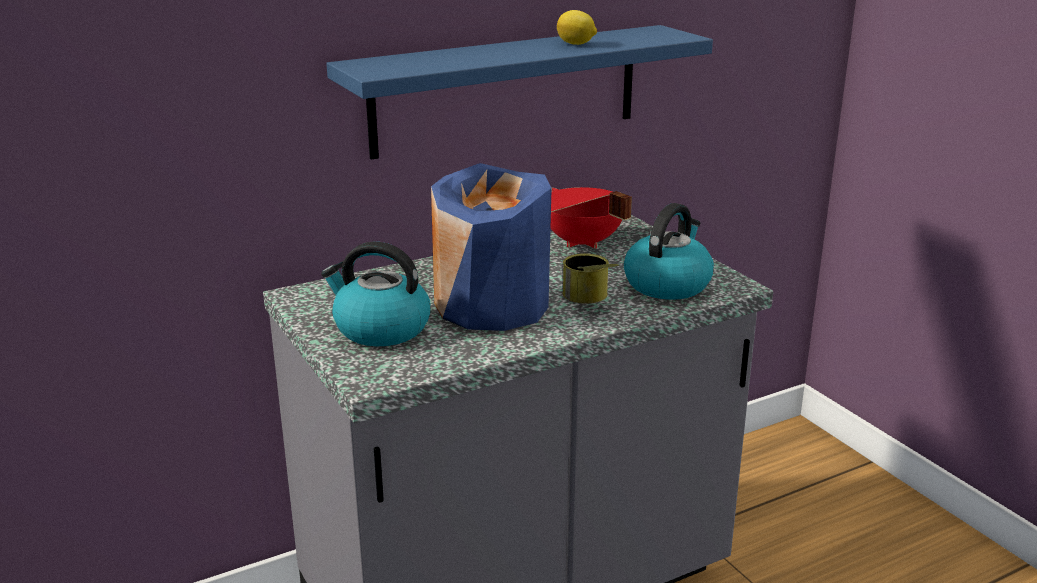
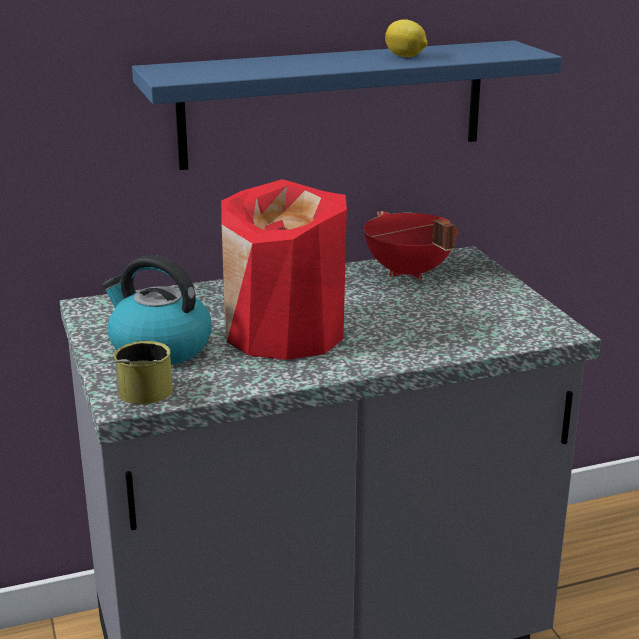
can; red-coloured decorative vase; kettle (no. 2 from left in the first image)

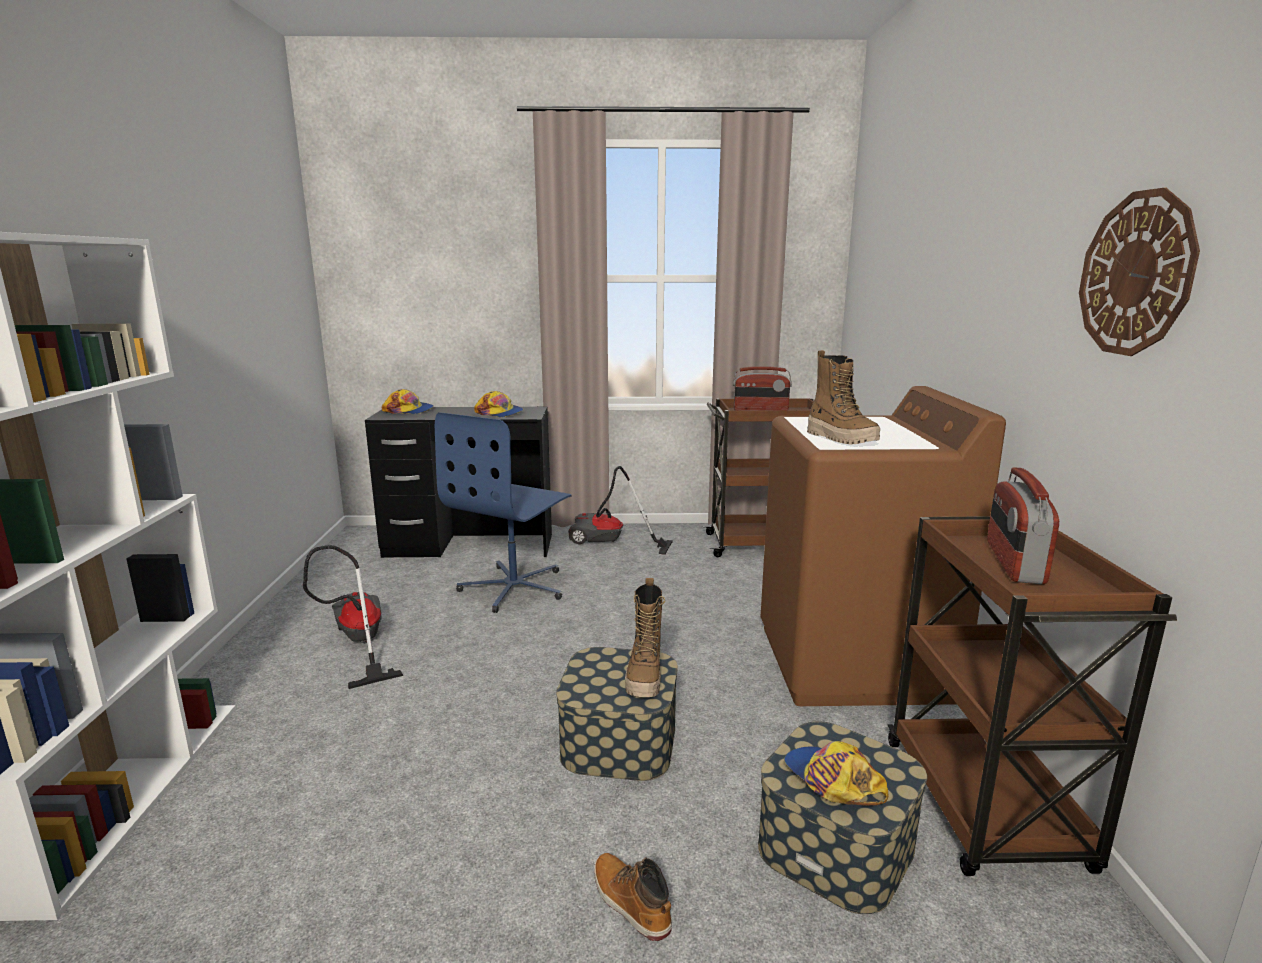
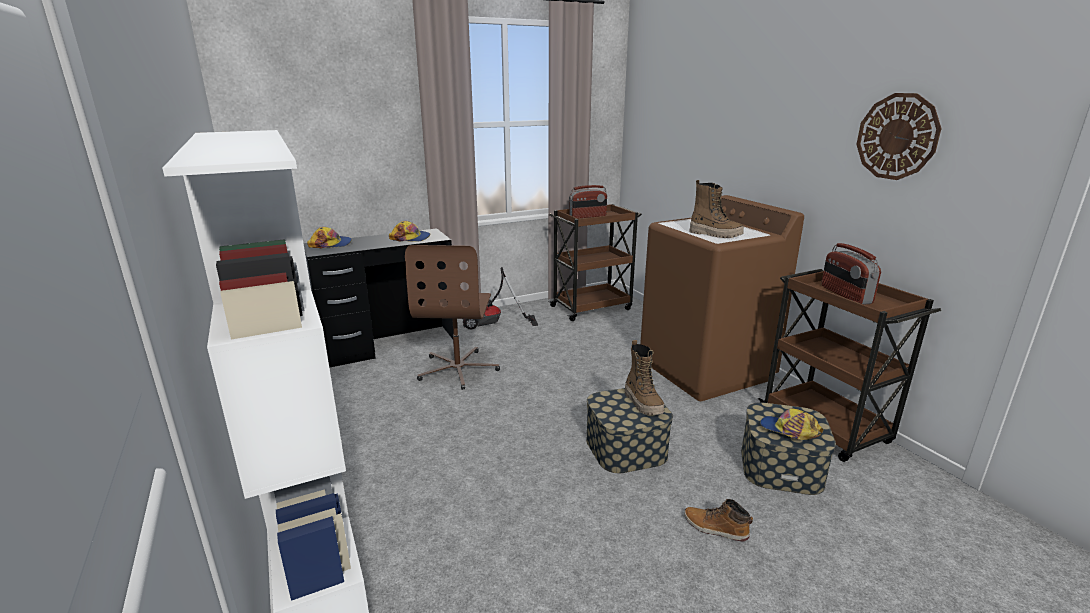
brownish computer chair; hoover (no. 1 from left in the first image)

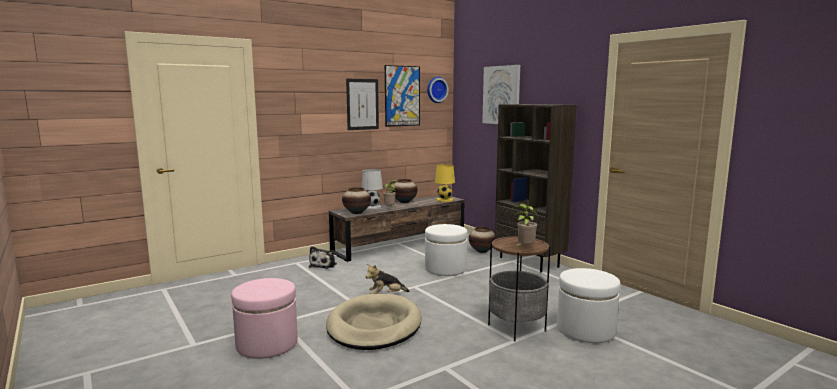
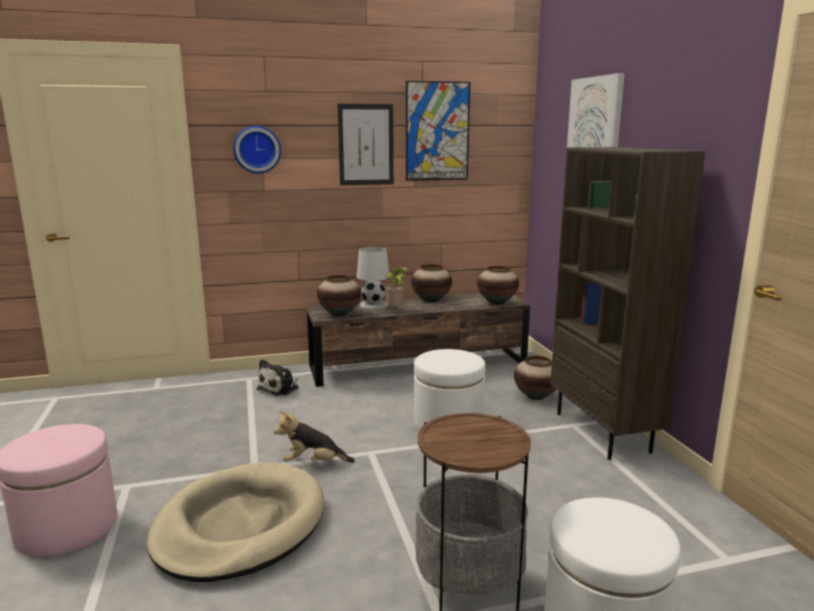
hanging clock; decorative vase (no. 3 from left); houseplant (no. 2 from left in the first image)

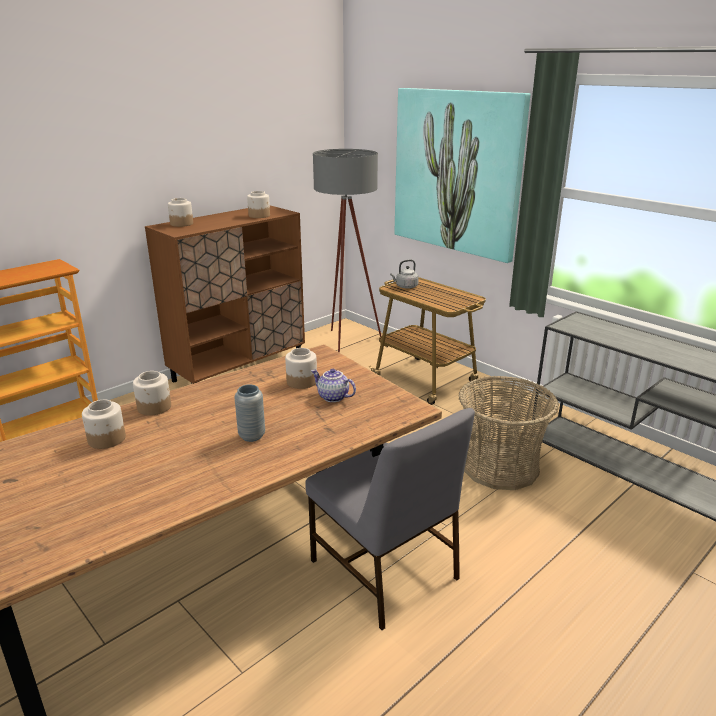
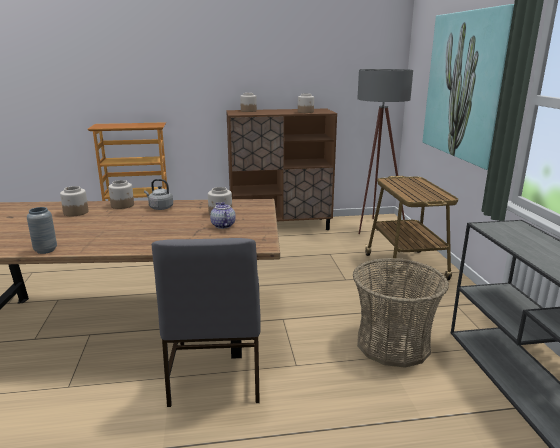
greyish decorative vase; greyish kettle

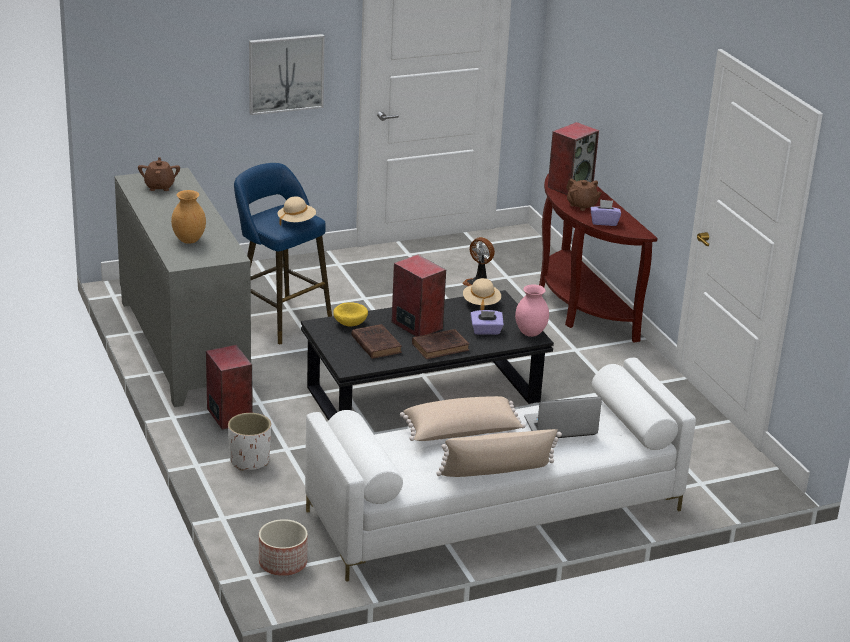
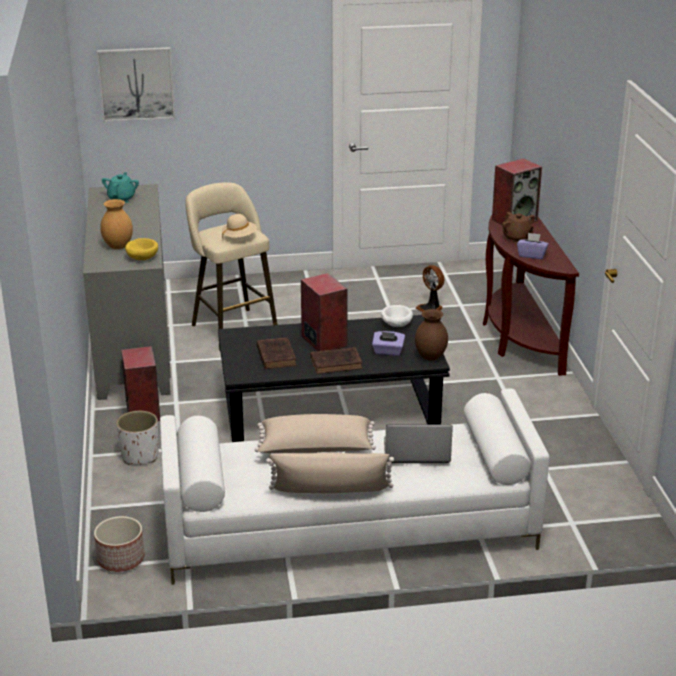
wall picture; blue-green teapot; yellow-coloured deep dish; sand-coloured stool; whitish deep dish; brownish decorative vase (no. 2 from left)

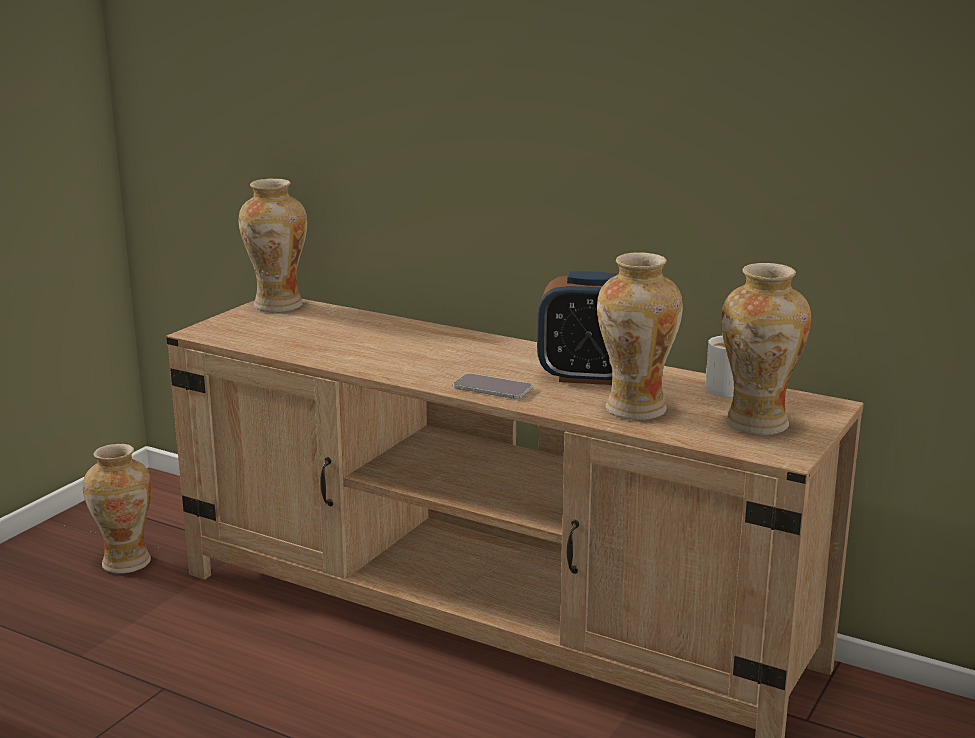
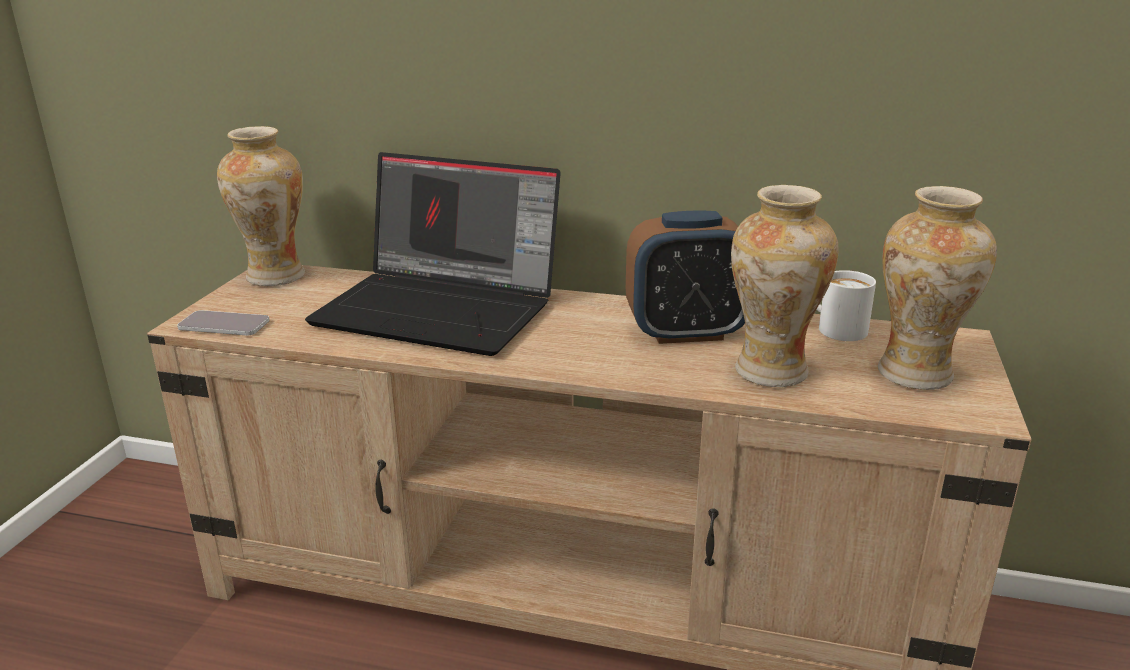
handset; laptop; decorative vase (no. 1 from left in the first image)

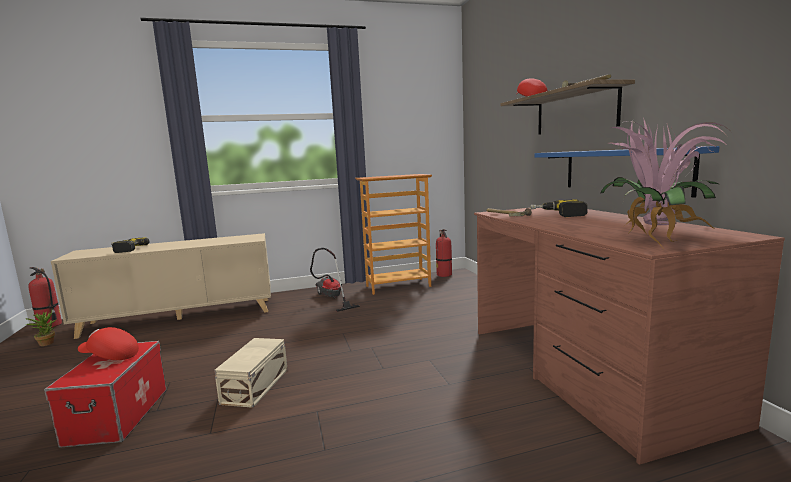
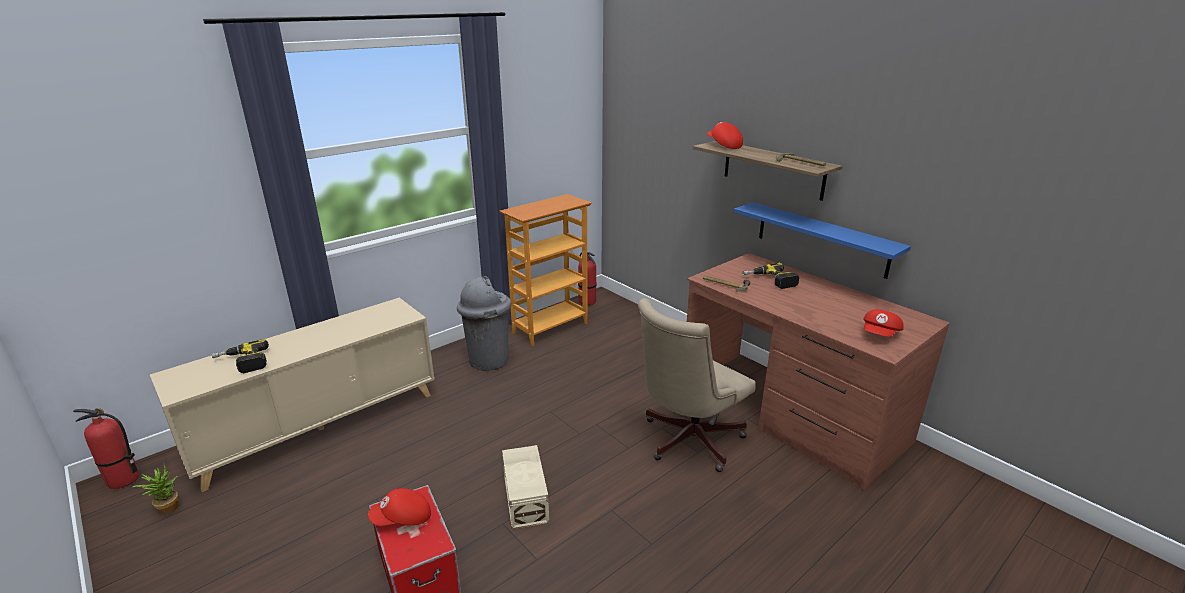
greyish rubbish bin; sand-coloured computer chair; red-coloured peaked cap (no. 3 from left)

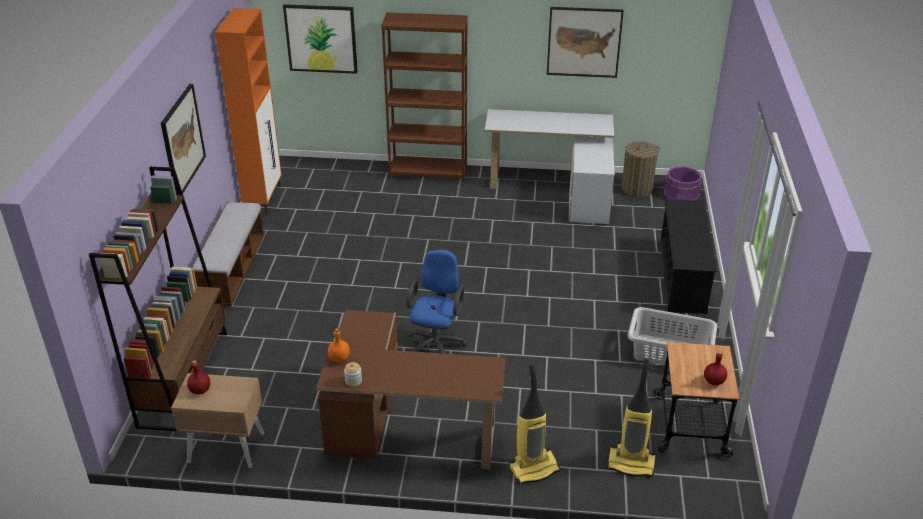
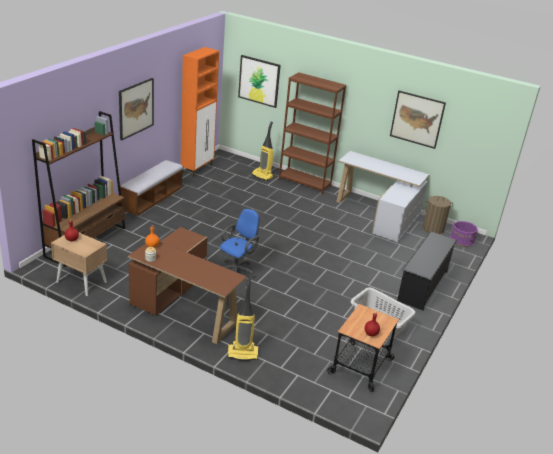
hoover (no. 2 from left)

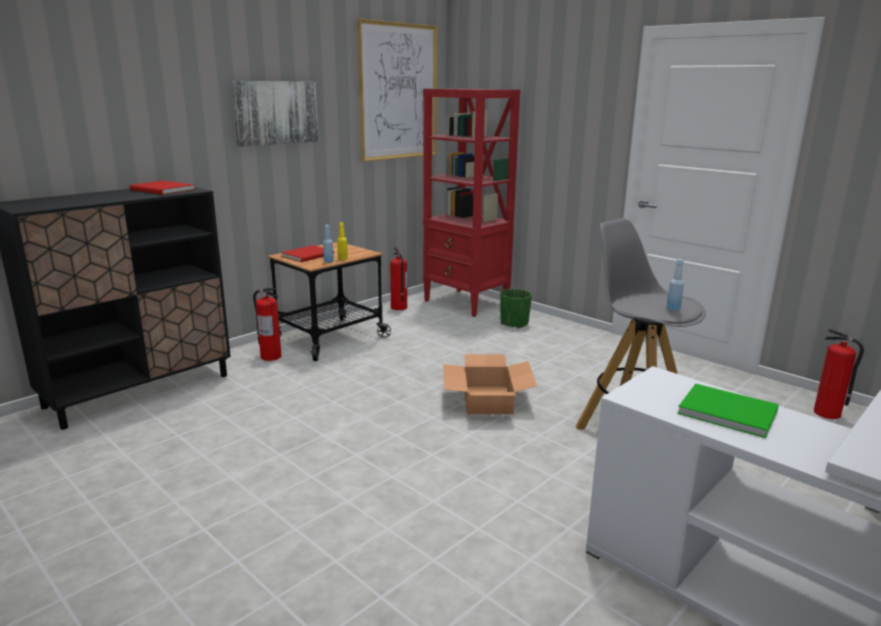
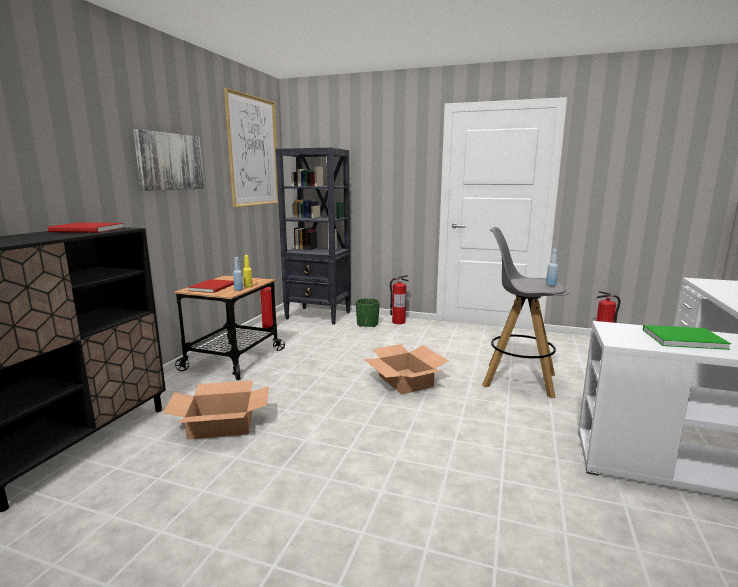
carton (no. 1 from left); blackish bookcase; extinguisher (no. 2 from left)

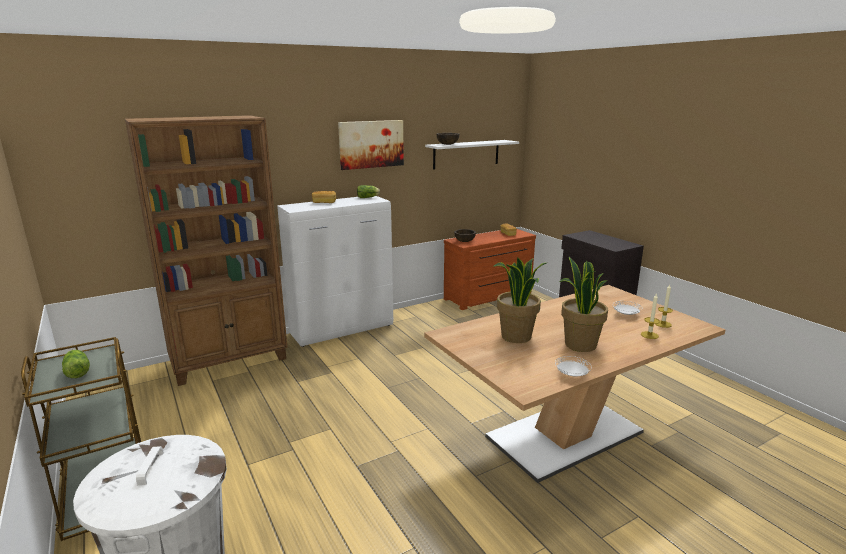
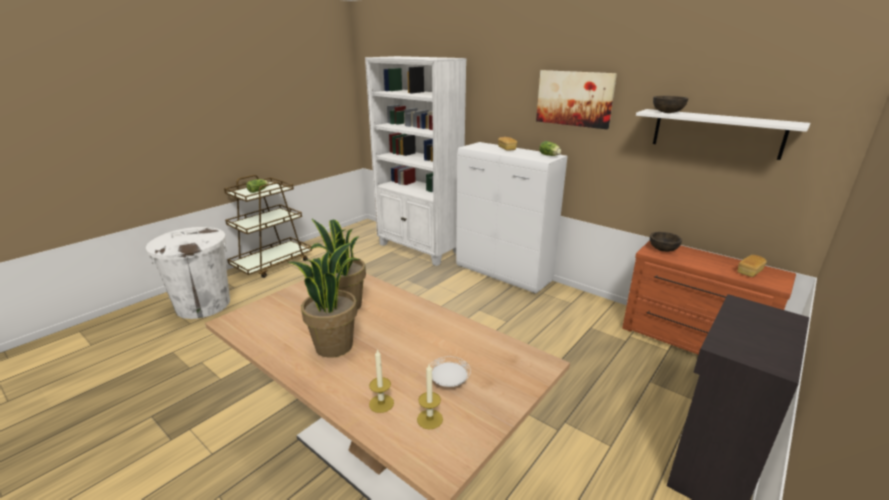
whitish bookcase; whitish plate (no. 1 from left in the first image)

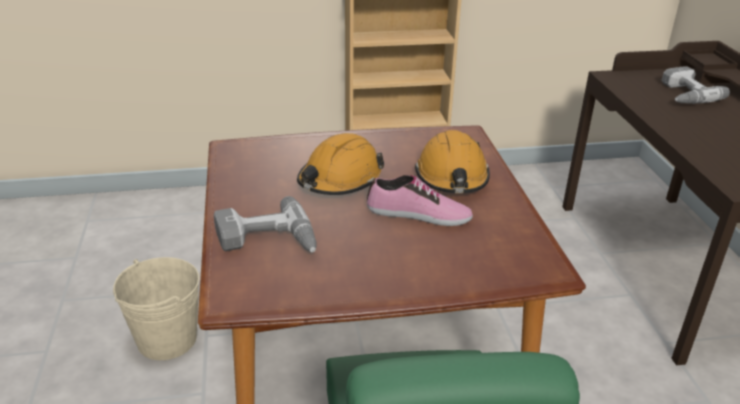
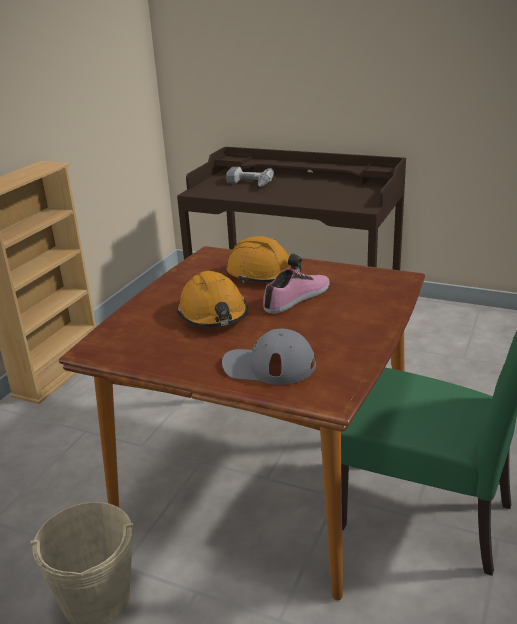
greyish peaked cap

